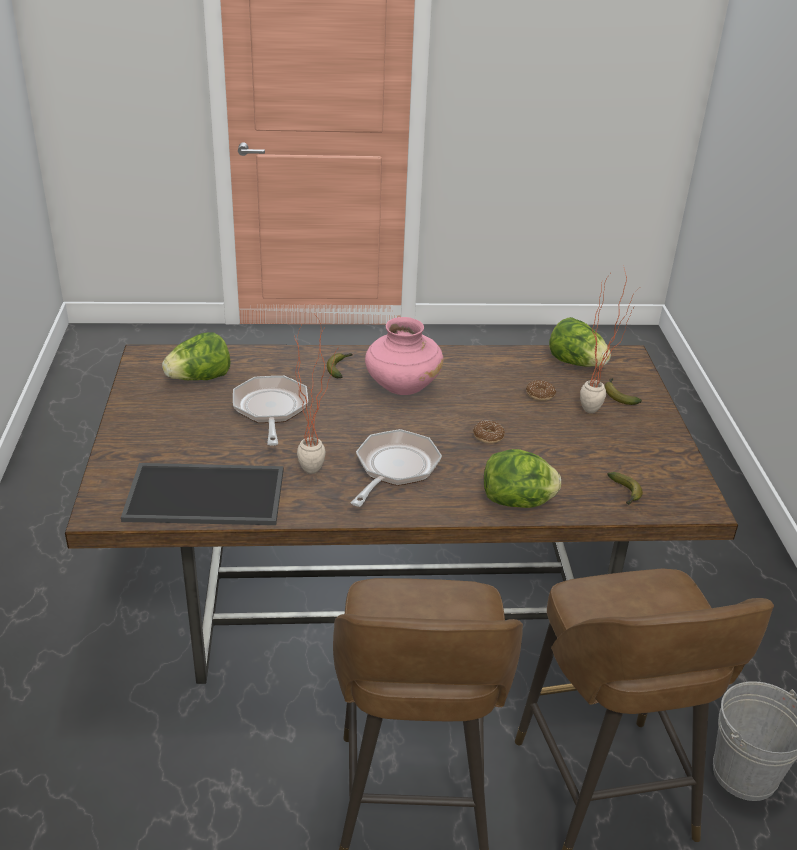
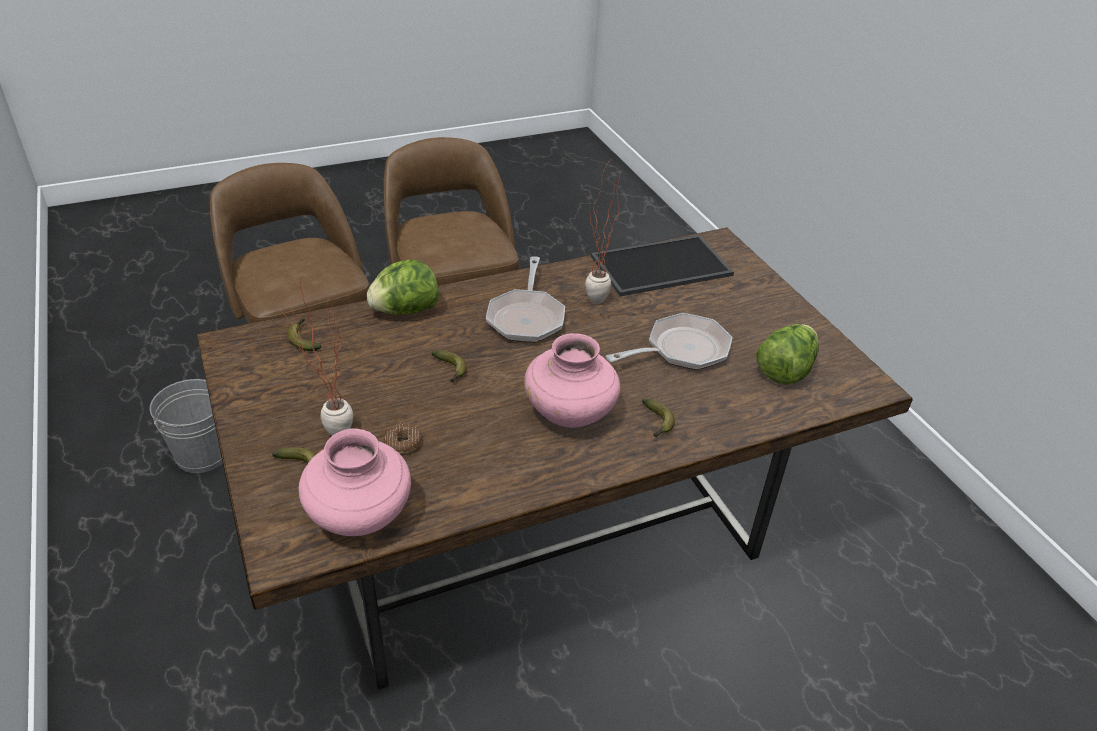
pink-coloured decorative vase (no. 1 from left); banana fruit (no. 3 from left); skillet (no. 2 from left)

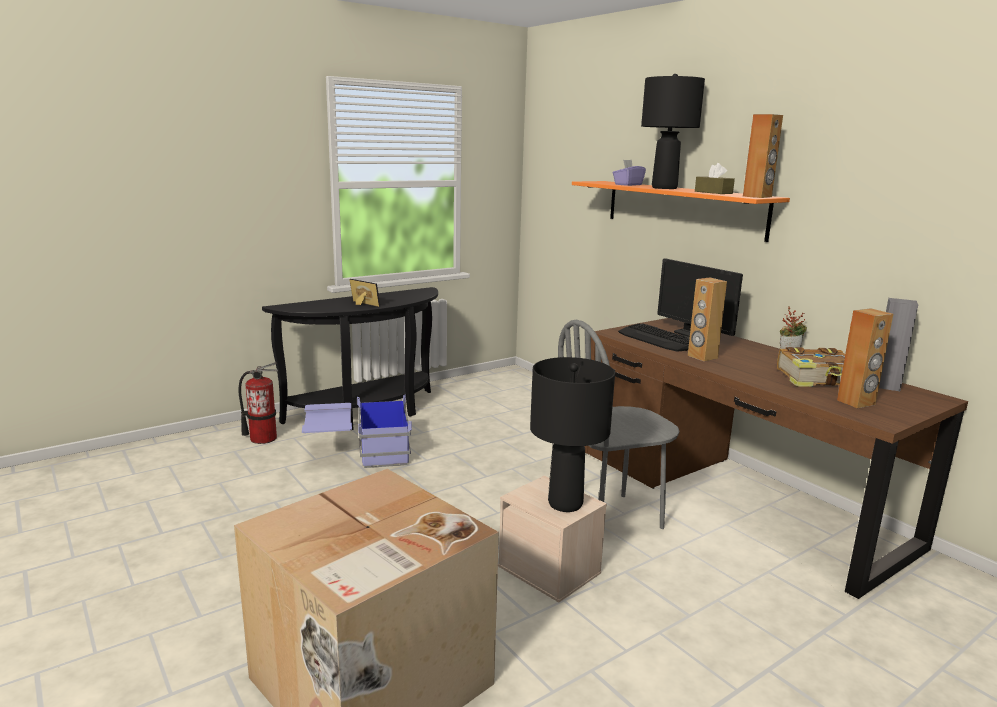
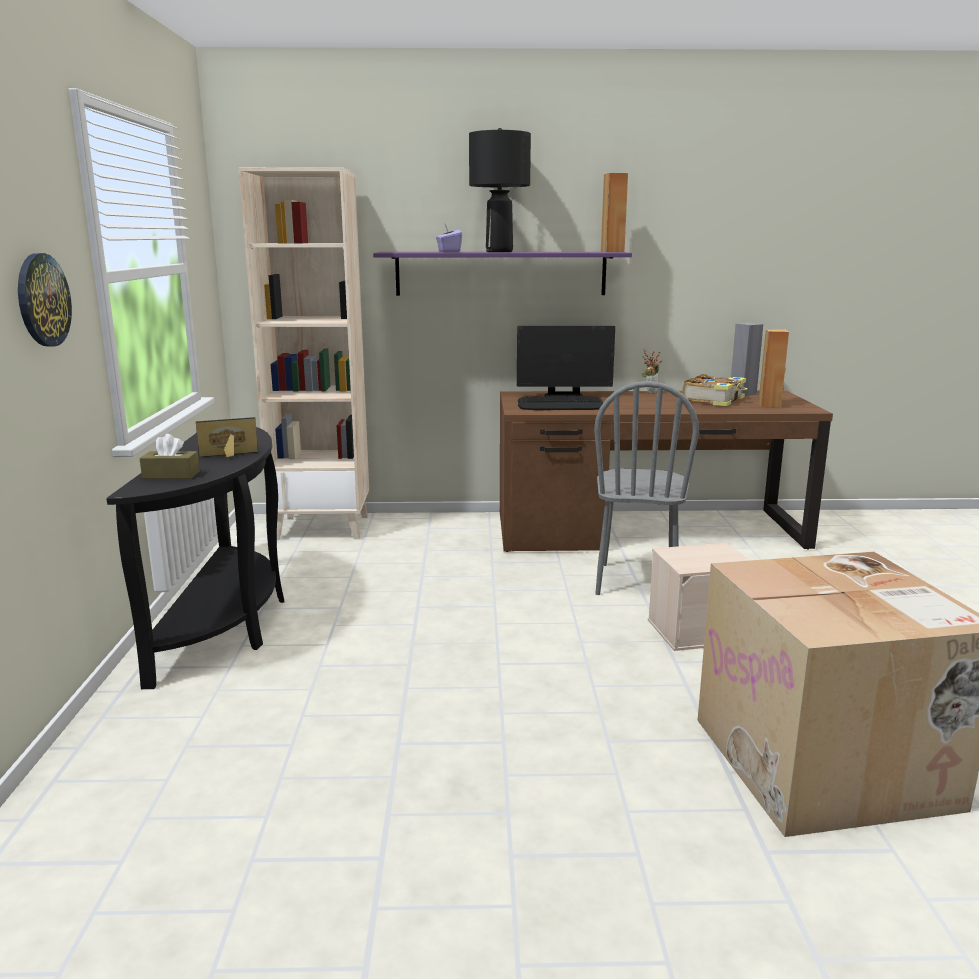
hanging clock; brownish tissue holder; sand-coloured bookcase; purplish shelf; extinguisher; bluish storage box; blackish lamp for a table (no. 1 from left in the first image); brownish audio speaker (no. 1 from left in the first image)

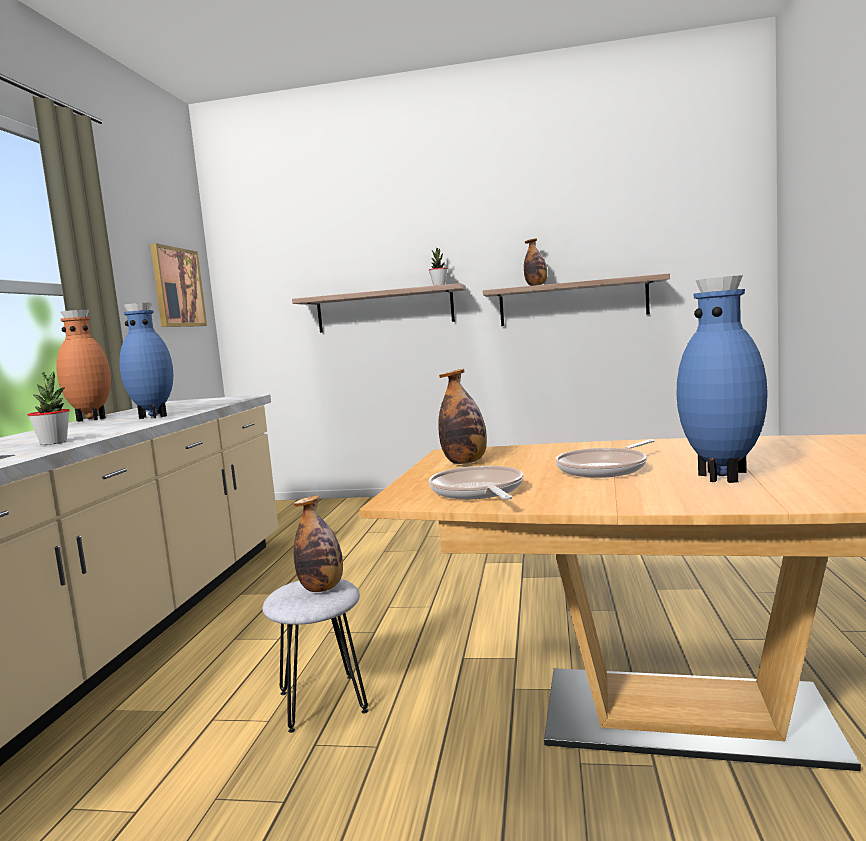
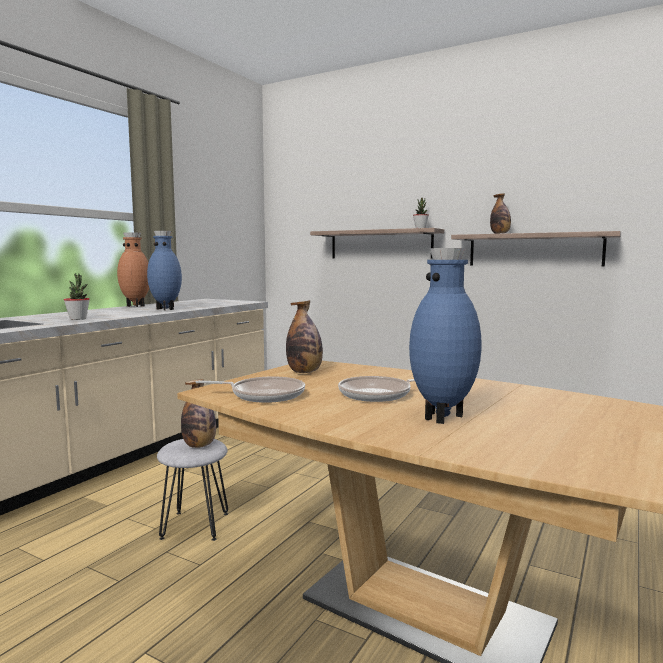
skillet (no. 1 from left); wall picture

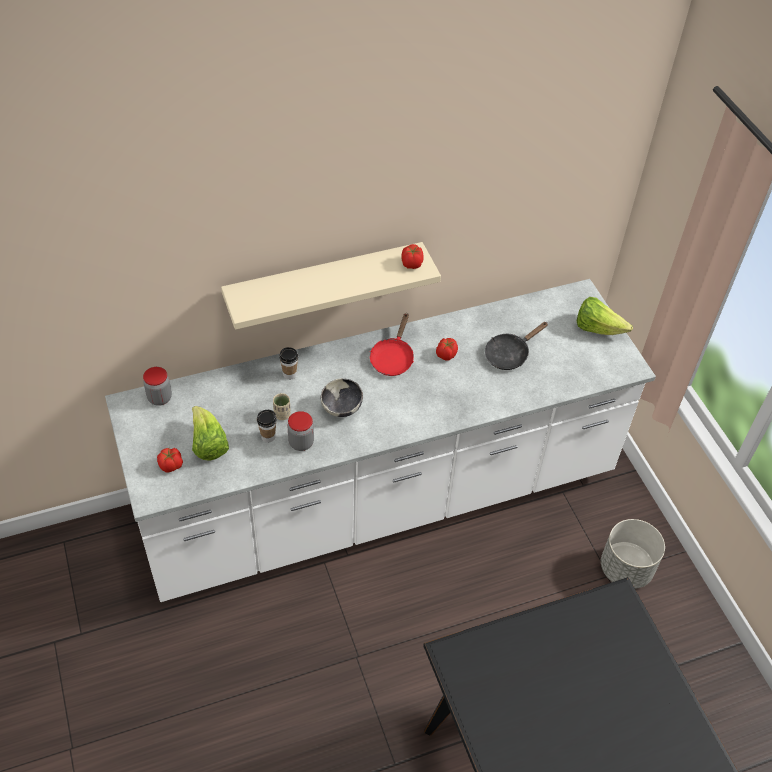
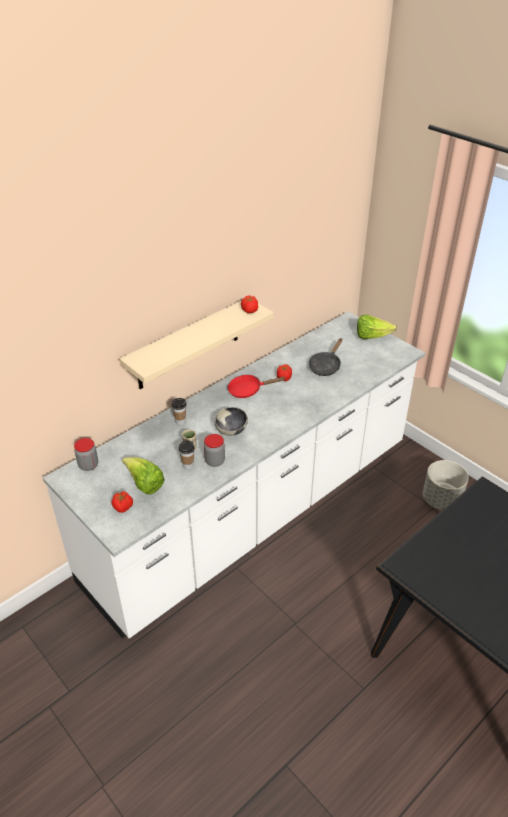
red-coloured skillet

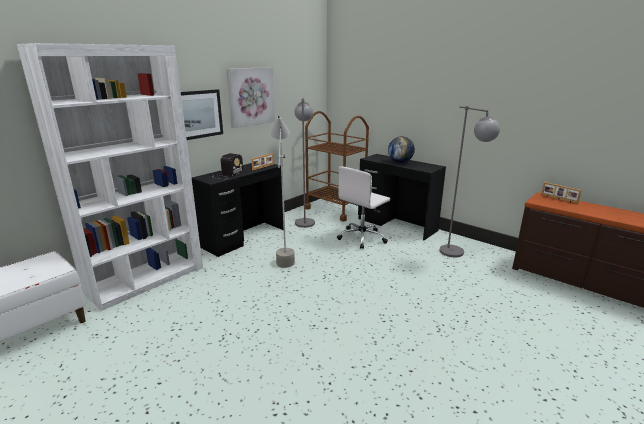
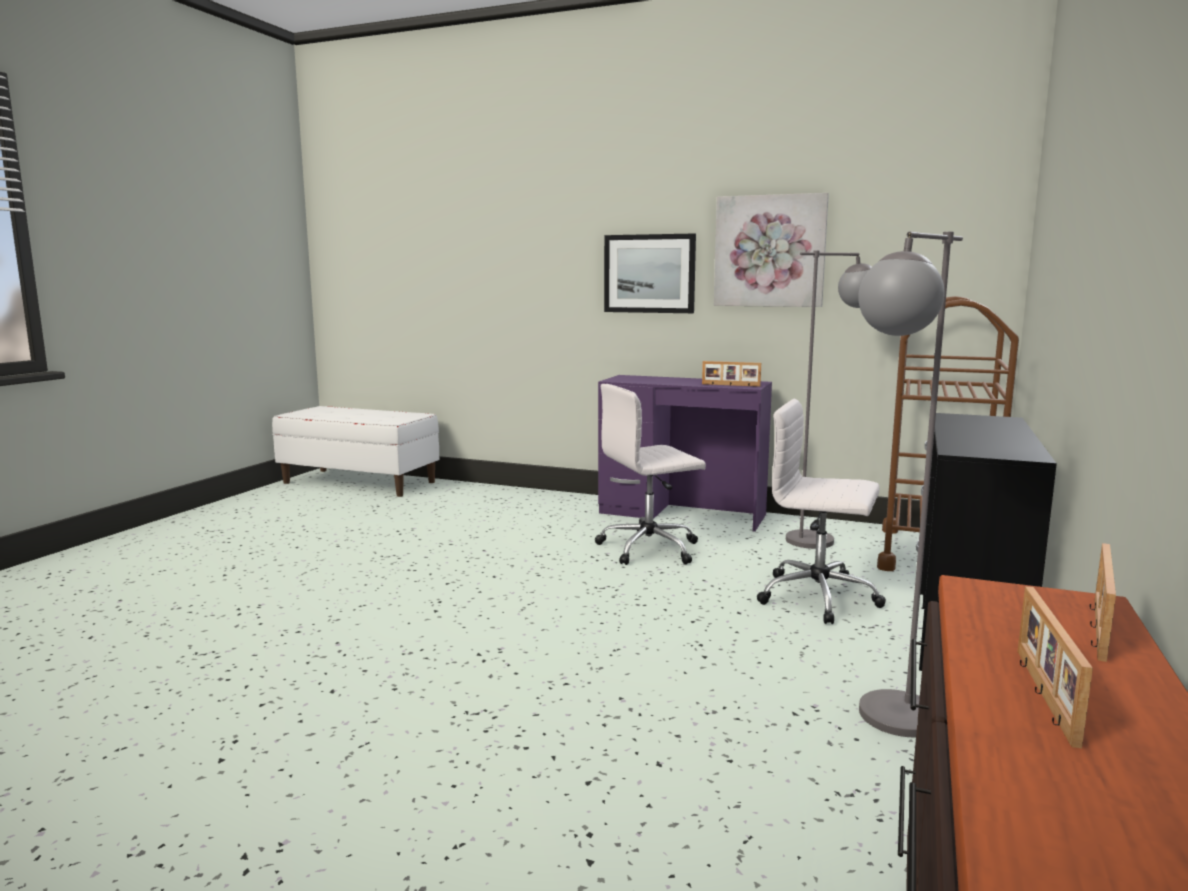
whitish computer chair (no. 1 from left); purplish desk table; picture frame (no. 2 from left); whitish bookcase; radio; world globe

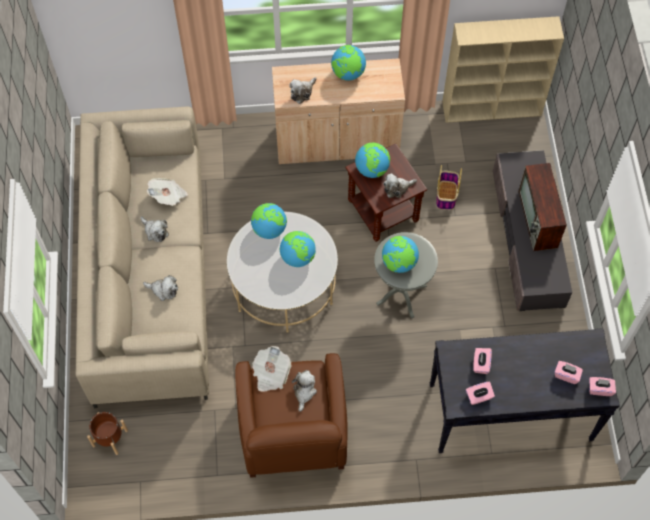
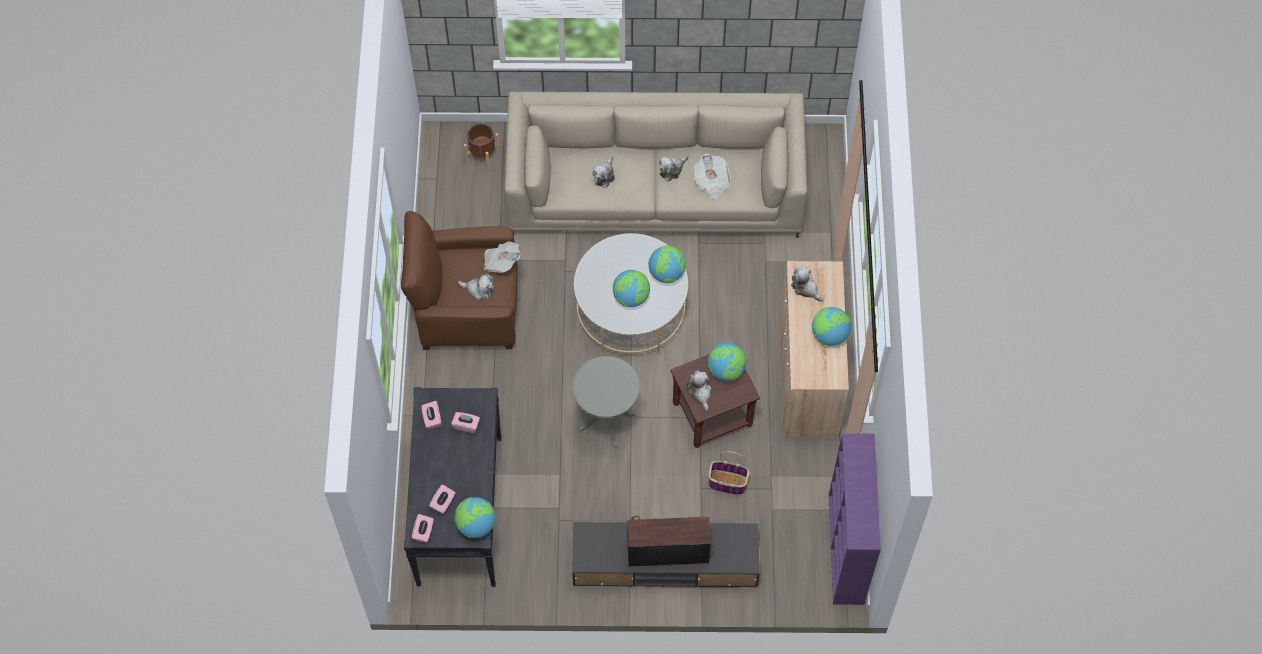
world globe (no. 1 from left); purplish bookcase

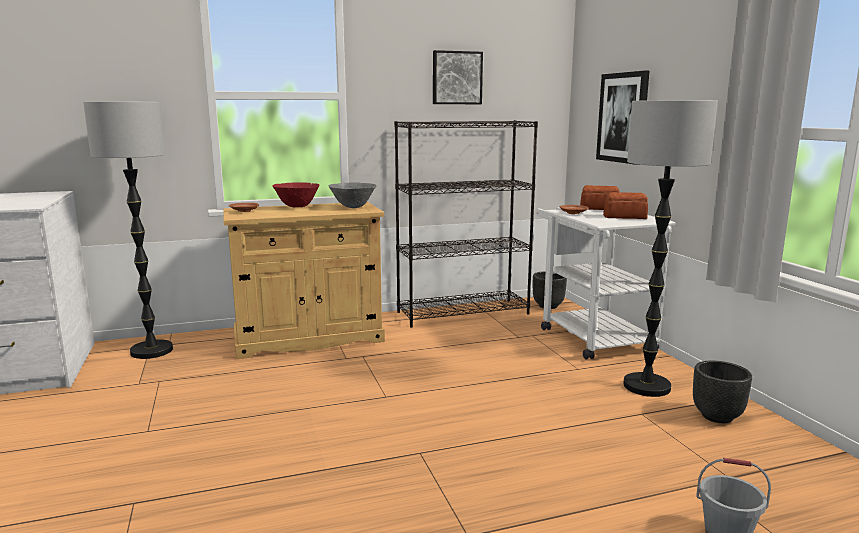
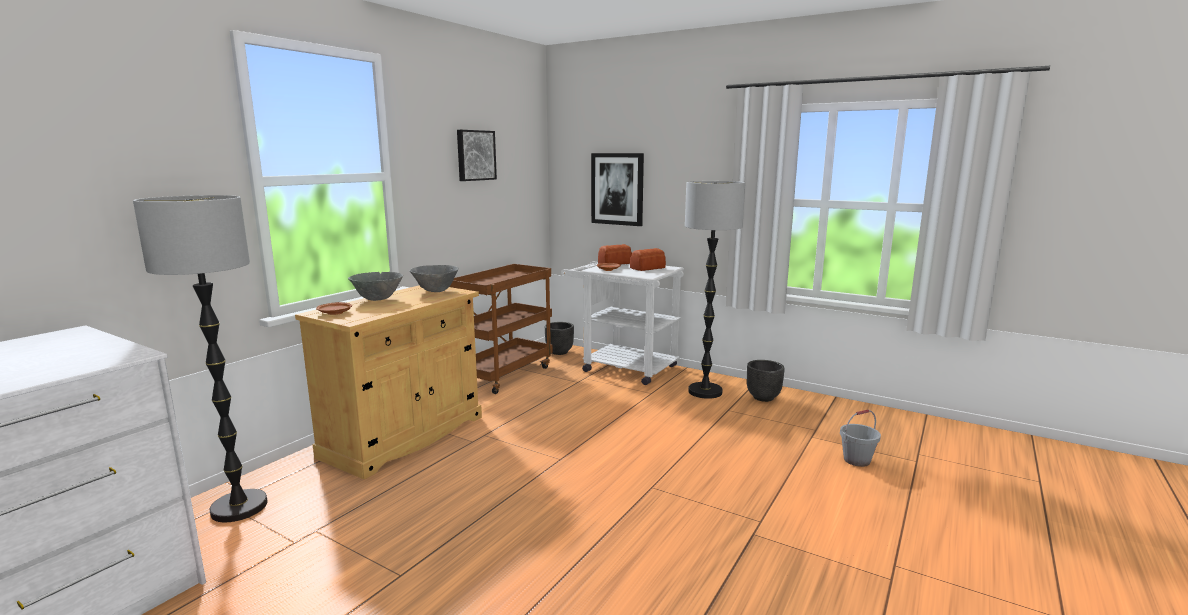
greyish deep dish (no. 1 from left); brownish trolley

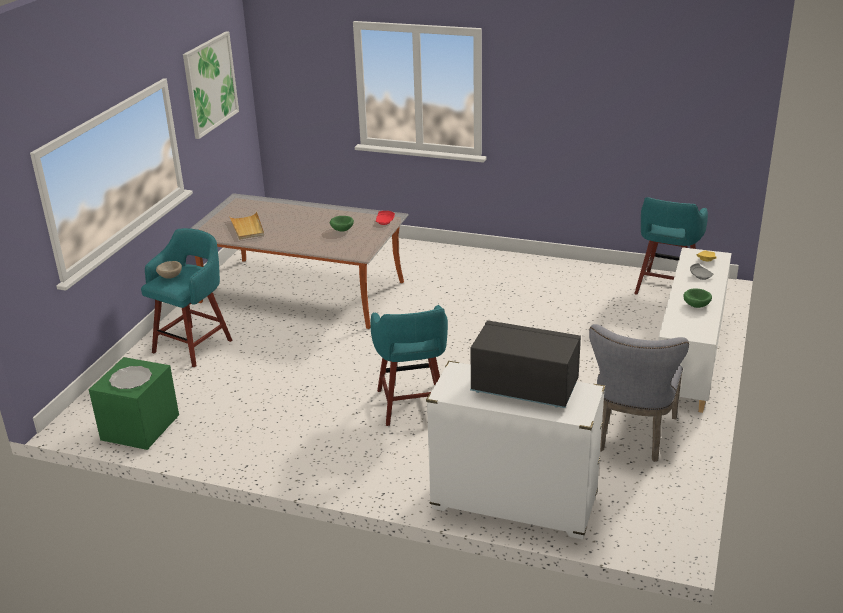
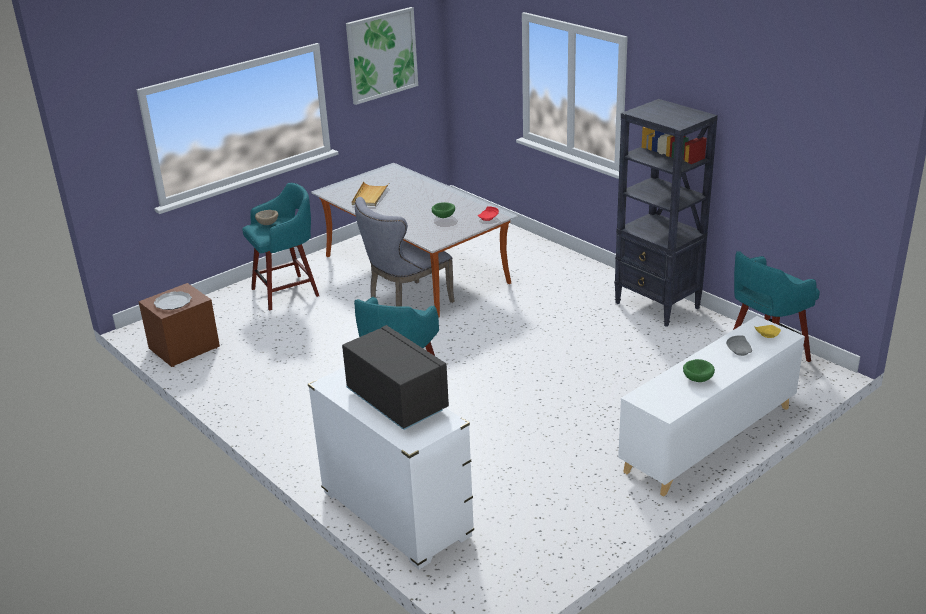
brownish night table; greyish upright chair; blackish bookcase

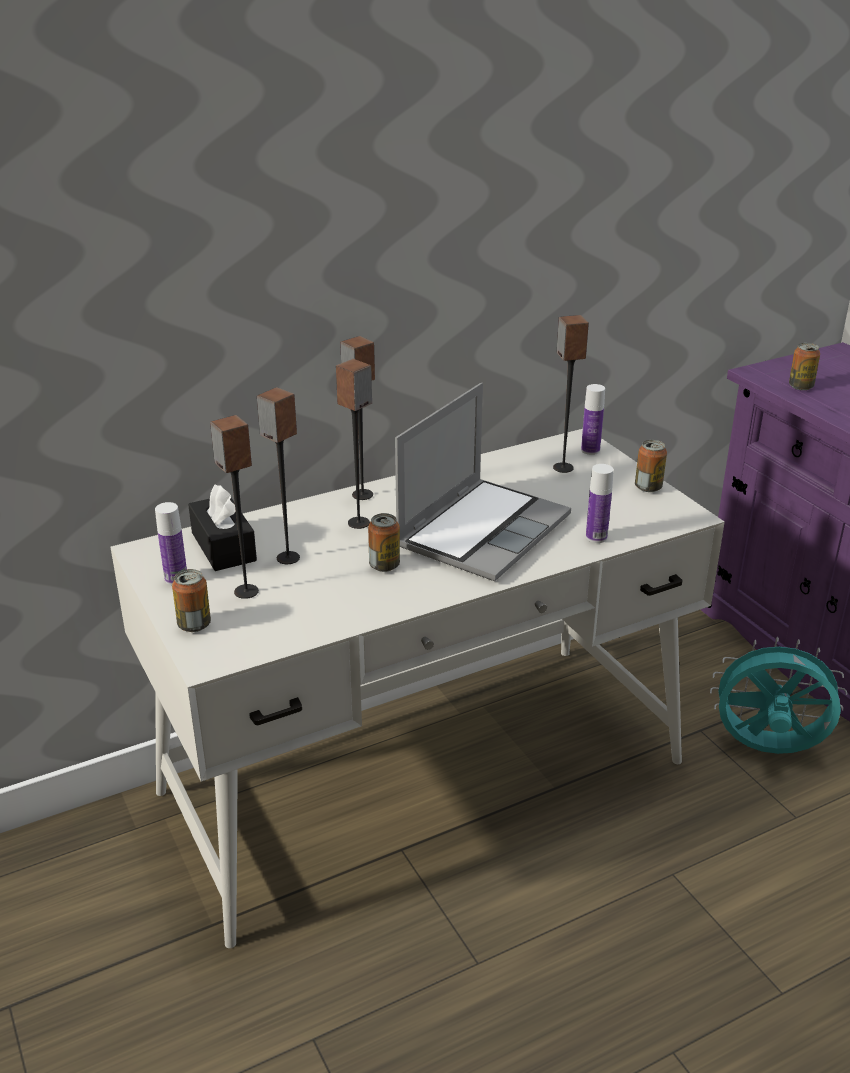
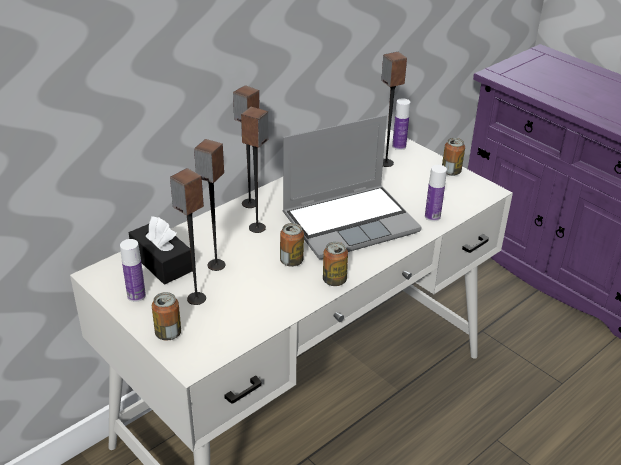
laptop; can (no. 3 from left); blue-green fan

